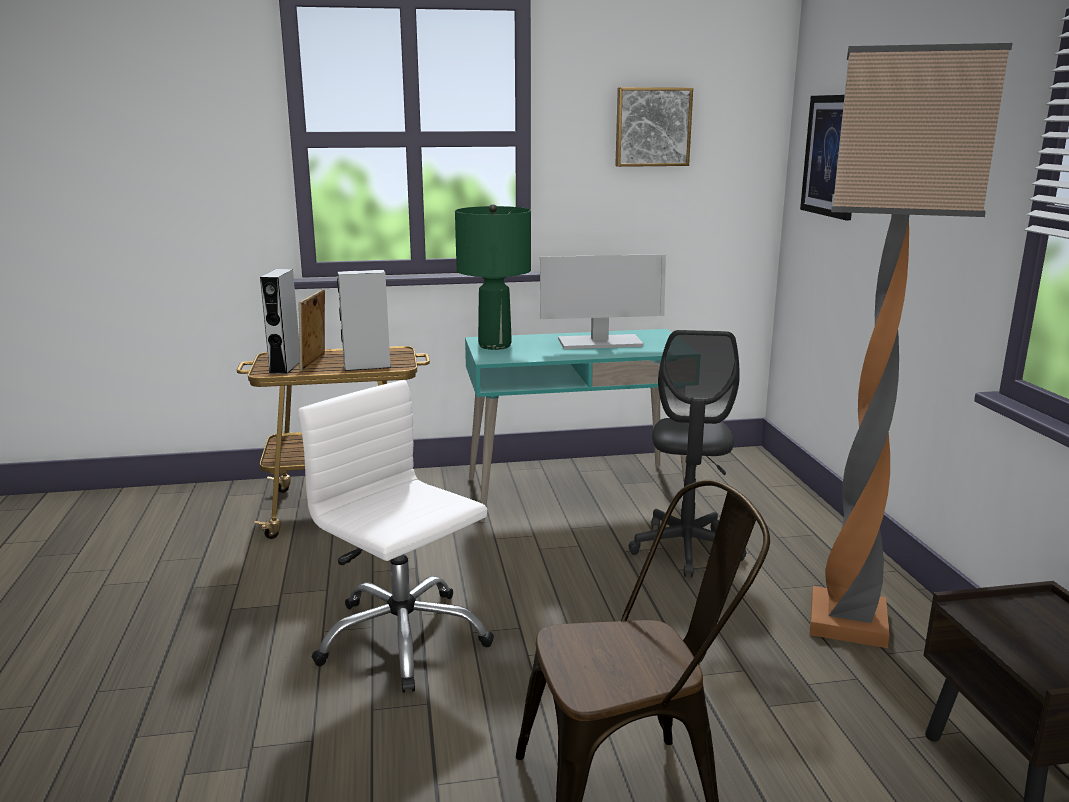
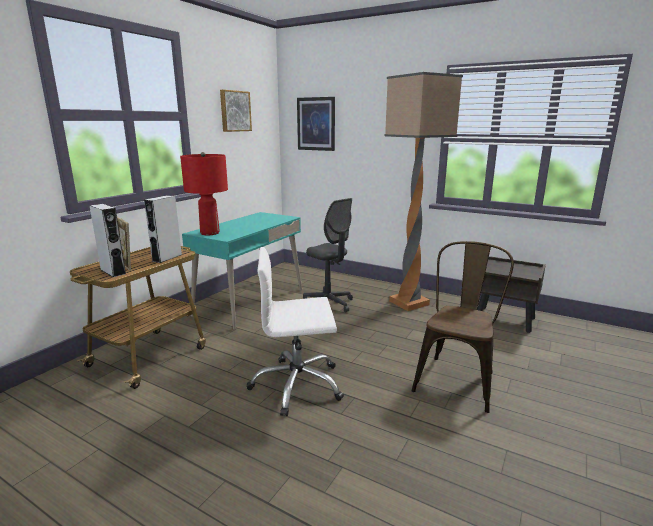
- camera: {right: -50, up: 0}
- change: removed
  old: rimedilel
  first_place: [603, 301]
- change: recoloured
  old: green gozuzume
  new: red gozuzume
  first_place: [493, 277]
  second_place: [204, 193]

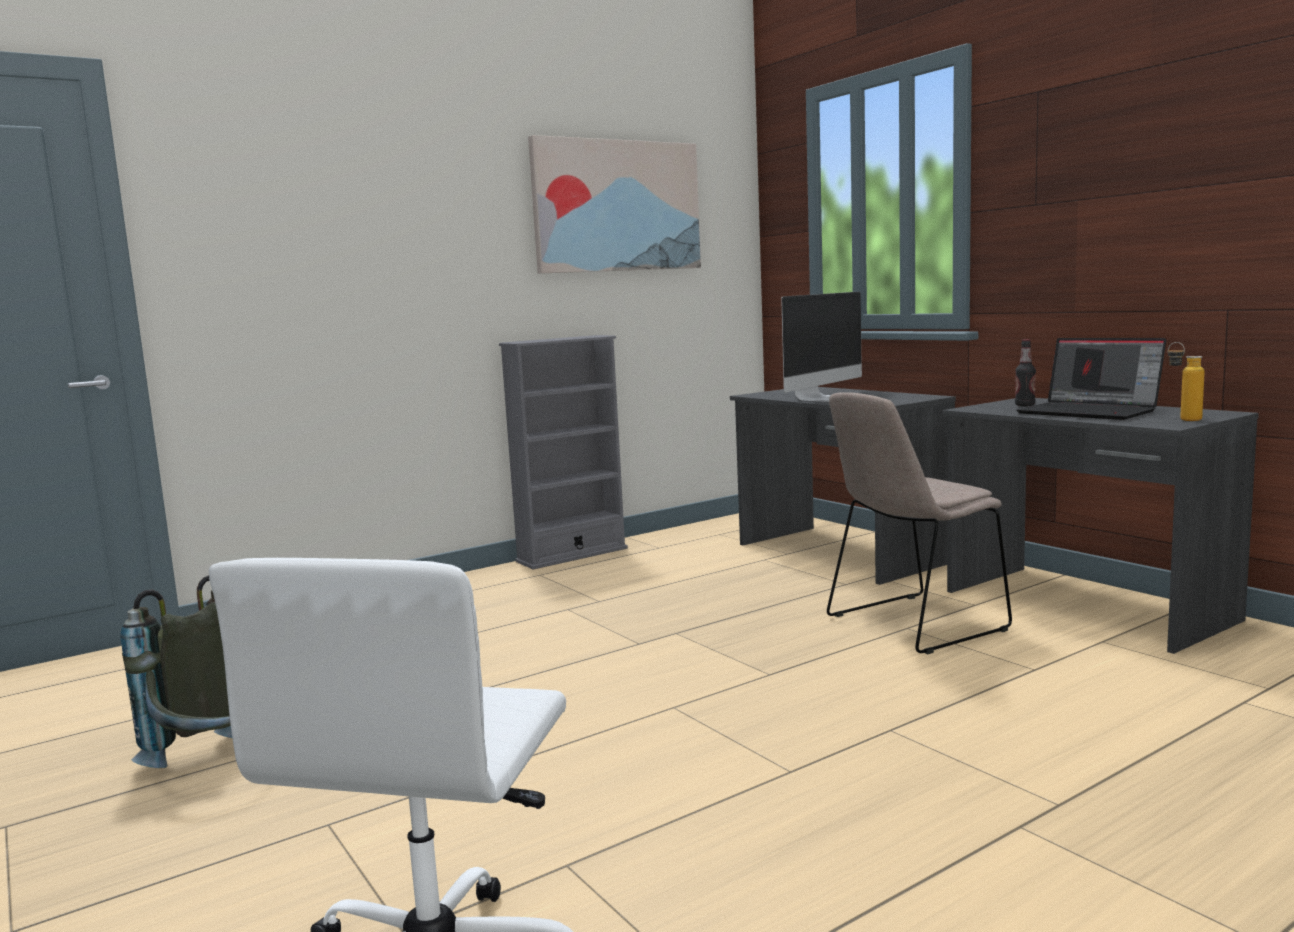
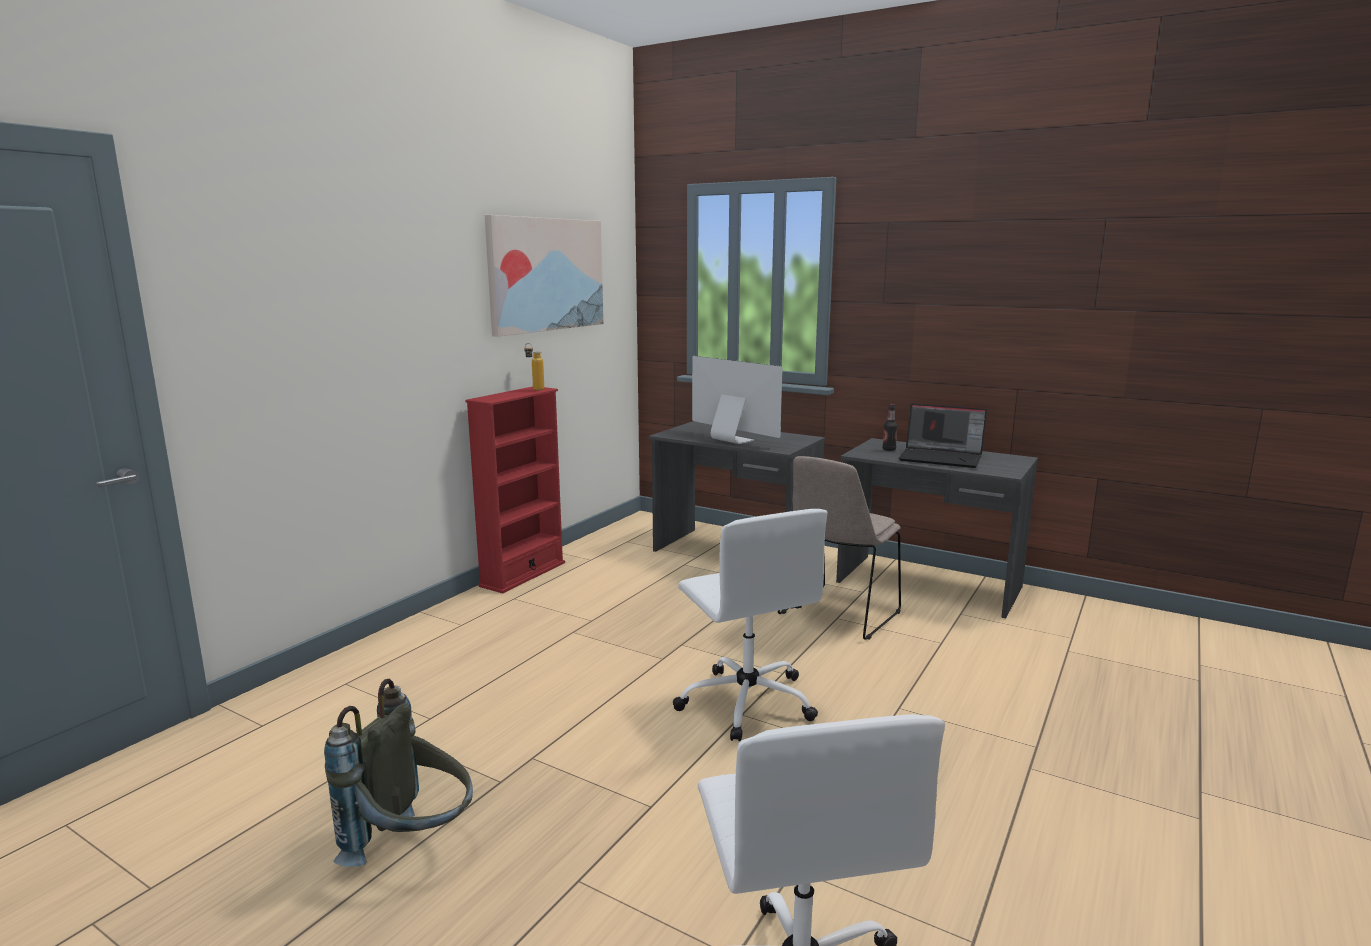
- camera: {right: -25, up: 5}
- change: added
  new: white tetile
  second_place: [750, 625]
- change: moved
  old: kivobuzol
  first_place: [1186, 381]
  second_place: [534, 366]
- change: recoloured
  old: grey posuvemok
  new: red posuvemok
  first_place: [563, 452]
  second_place: [515, 490]
- change: turned
  old: rimedilel
  first_place: [821, 346]
  second_place: [737, 400]
  degrees: -60

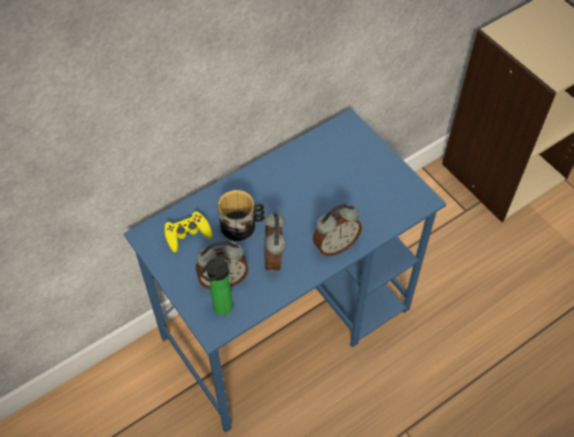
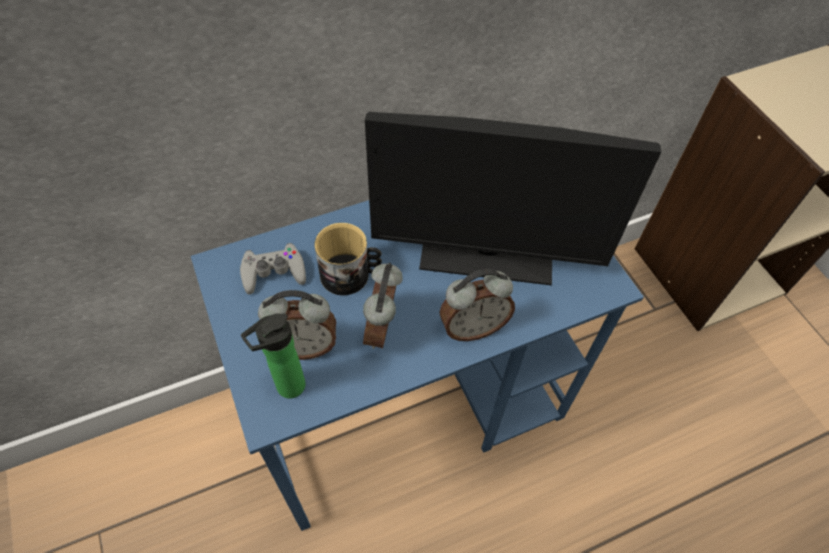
- camera: {right: 10, up: 0}
- change: added
  new: rimedilel
  second_place: [513, 198]
- change: recoloured
  old: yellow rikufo
  new: grey rikufo
  first_place: [188, 231]
  second_place: [273, 269]

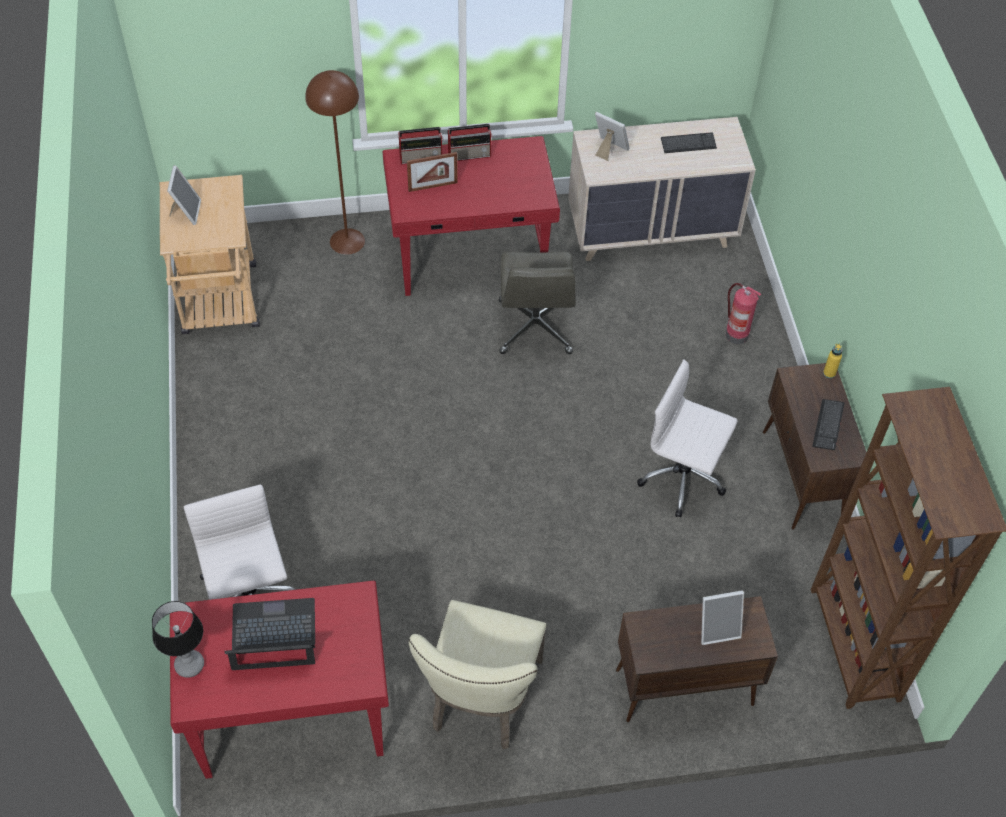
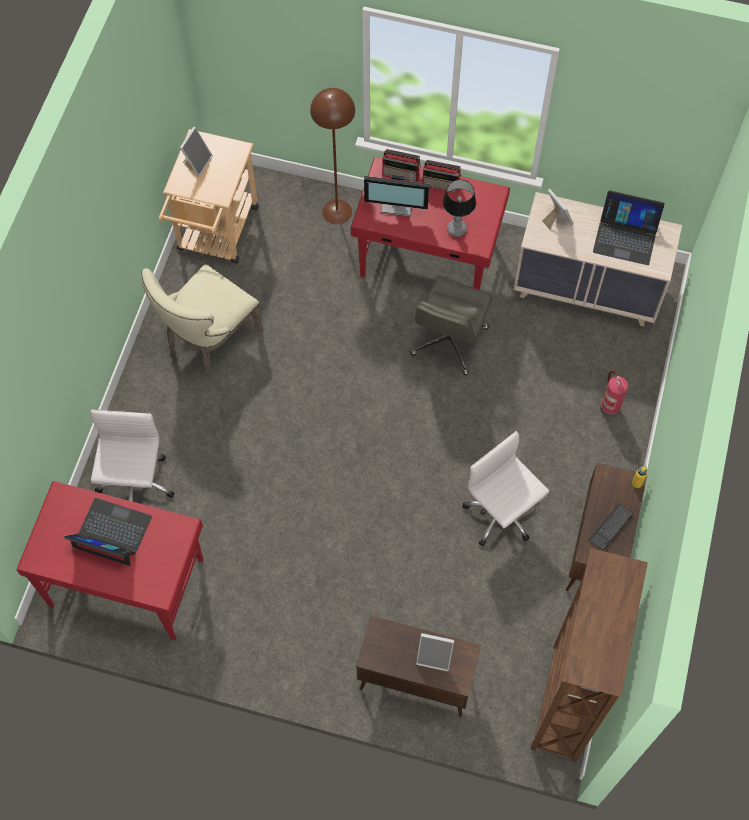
- camera: {right: 25, up: 10}
- change: moved
  old: gozuzume
  first_place: [178, 639]
  second_place: [459, 208]
- change: moved
  old: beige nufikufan
  first_place: [478, 674]
  second_place: [202, 320]
- change: replaced
  old: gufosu
  new: rimedilel
  first_place: [432, 172]
  second_place: [396, 196]
- change: replaced
  old: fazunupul
  new: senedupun
  first_place: [689, 142]
  second_place: [629, 227]

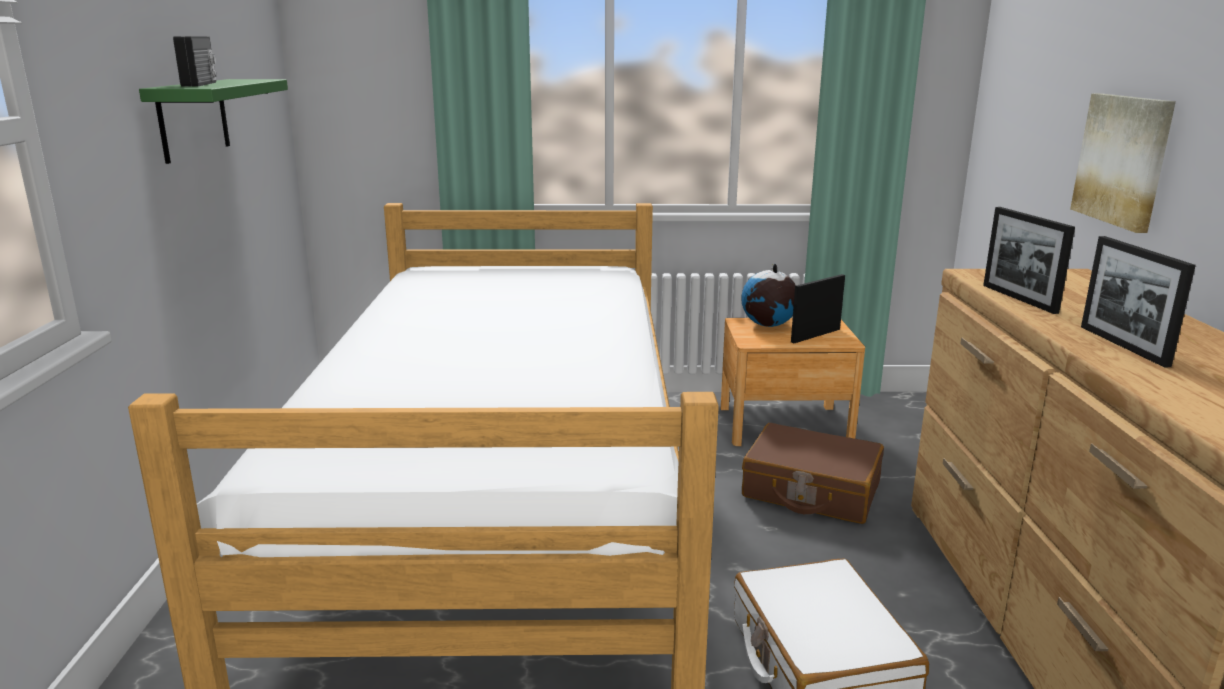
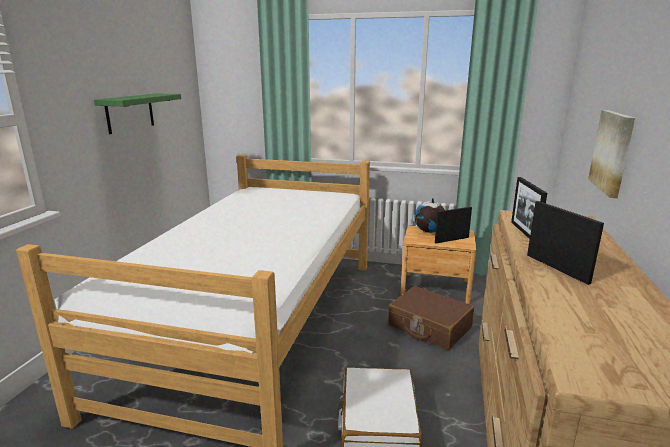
- camera: {right: 15, up: 0}
- change: removed
  old: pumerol
  first_place: [195, 61]
- change: turned
  old: gufosu
  first_place: [1138, 302]
  second_place: [565, 243]
  degrees: 150

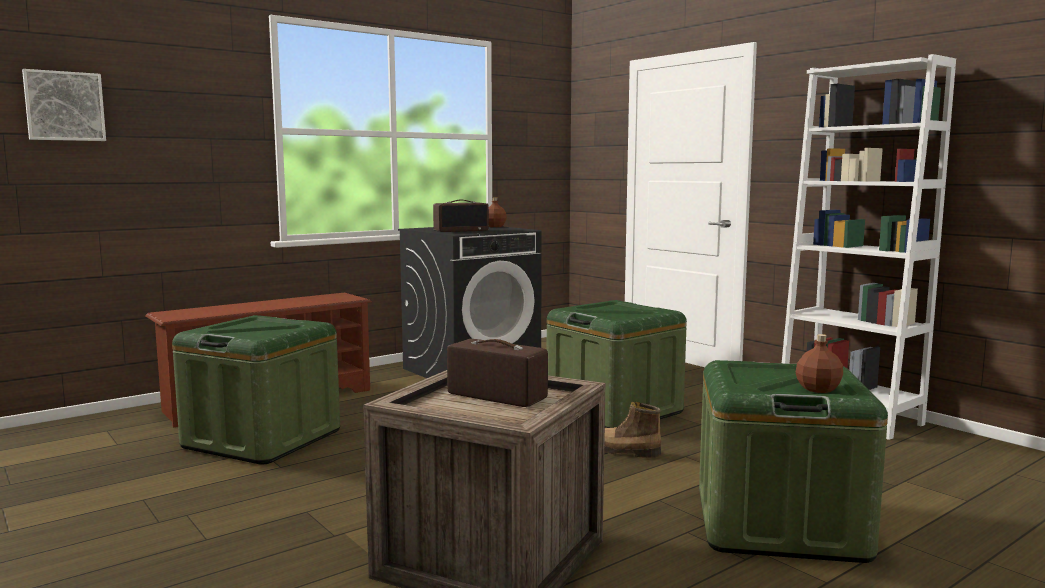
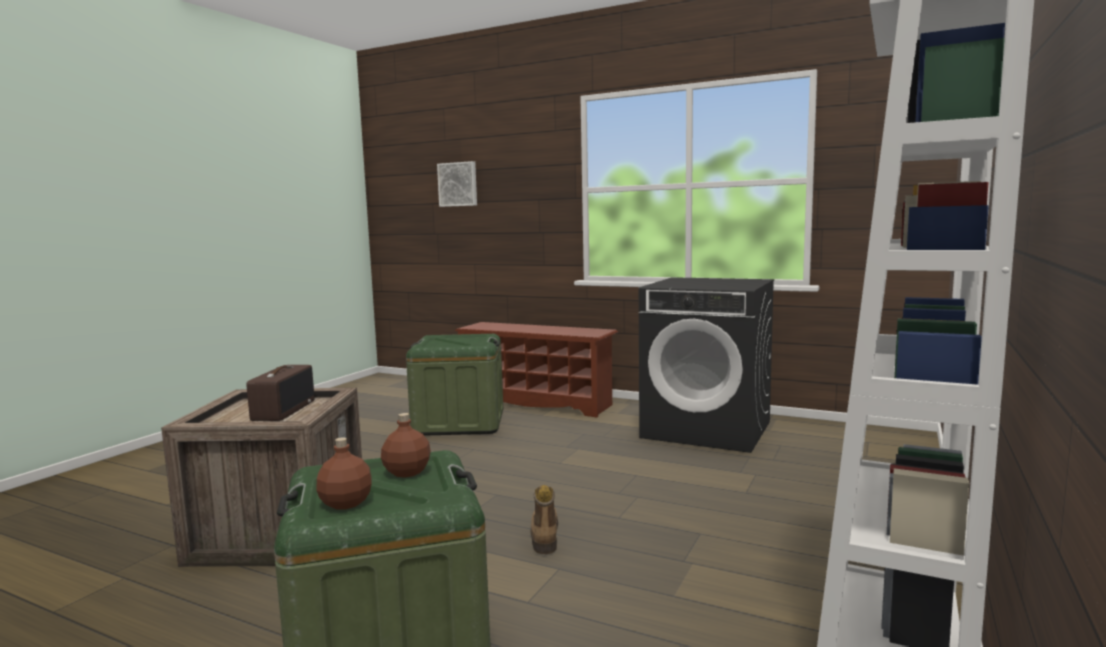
- camera: {right: 65, up: 0}
- change: removed
  old: pumerol
  first_place: [461, 216]
- change: removed
  old: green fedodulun
  first_place: [617, 364]
- change: moved
  old: brown kivobuzol
  first_place: [498, 212]
  second_place: [406, 445]

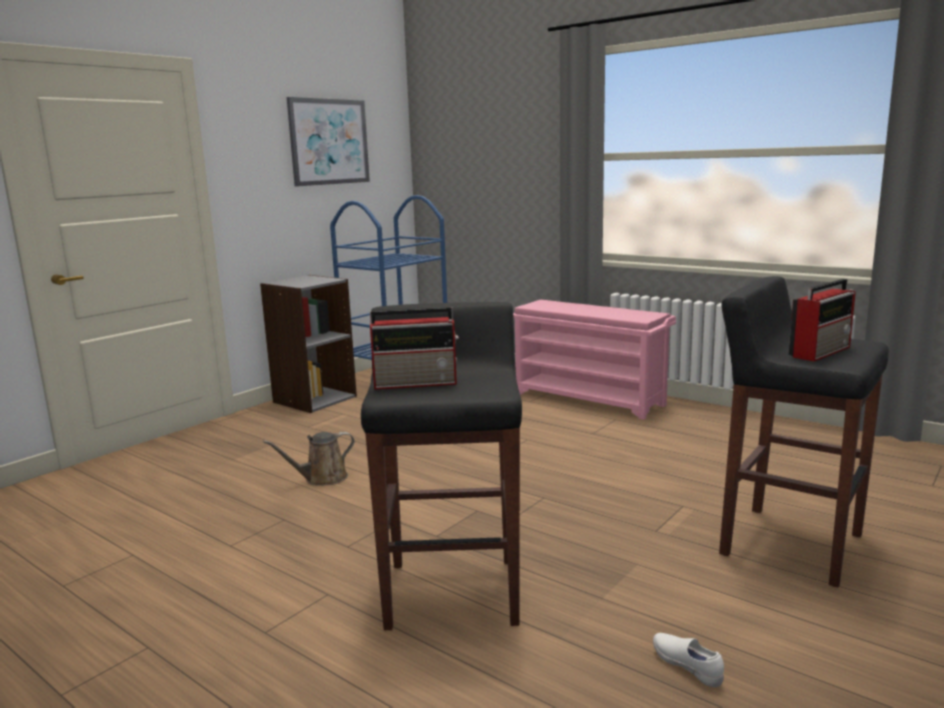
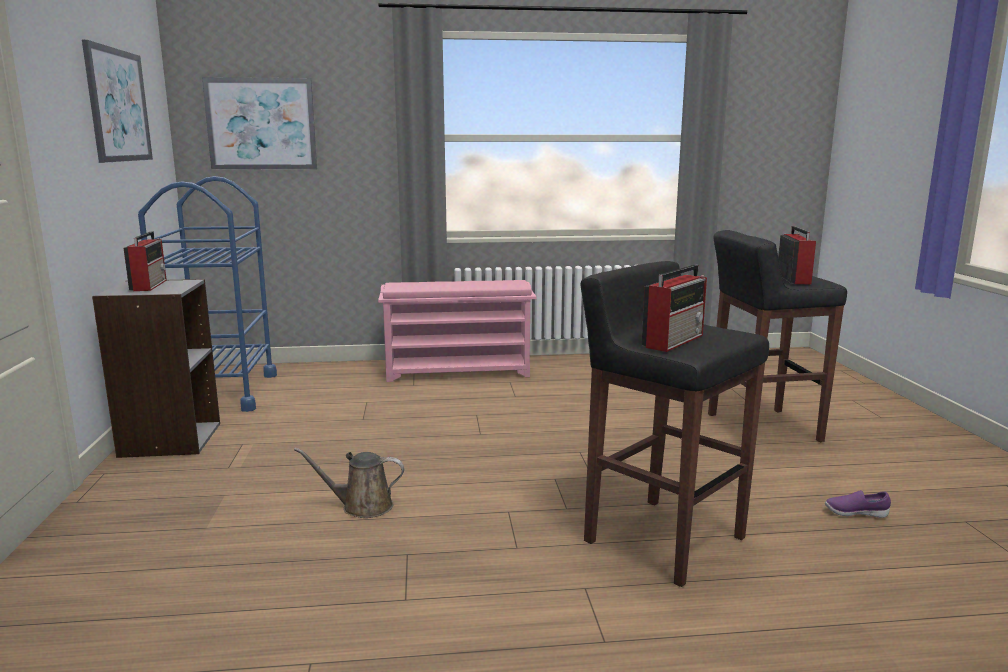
- camera: {right: -45, up: 0}
- change: added
  new: pumerol
  second_place: [145, 261]
- change: added
  new: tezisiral
  second_place: [259, 123]
- change: recoloured
  old: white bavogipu
  new: purple bavogipu
  first_place: [688, 660]
  second_place: [858, 504]
- change: turned
  old: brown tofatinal
  first_place: [308, 459]
  second_place: [349, 482]
  degrees: 75

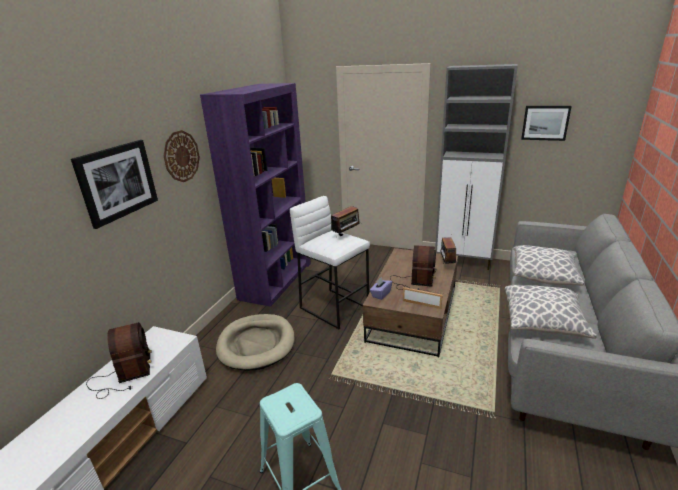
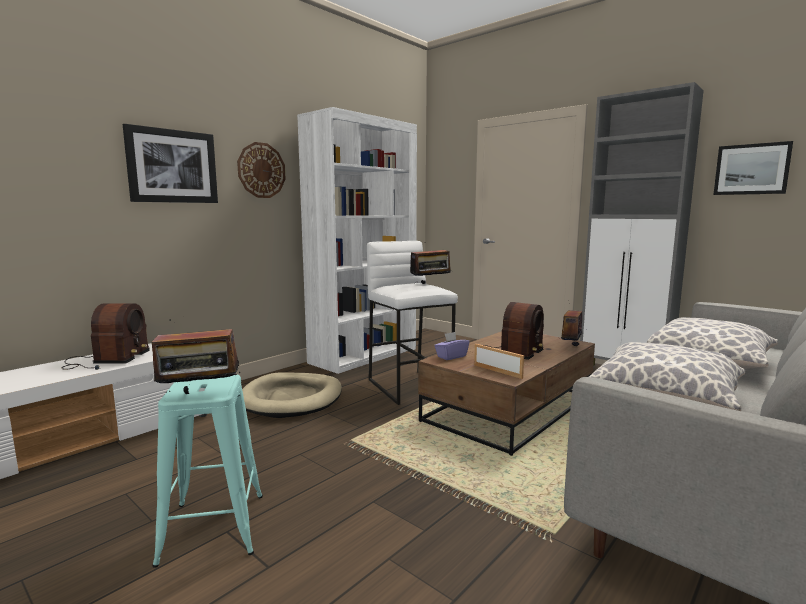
- camera: {right: 20, up: -15}
- change: added
  new: pumerol
  second_place: [196, 356]
- change: recoloured
  old: purple posuvemok
  new: white posuvemok
  first_place: [255, 195]
  second_place: [357, 240]

